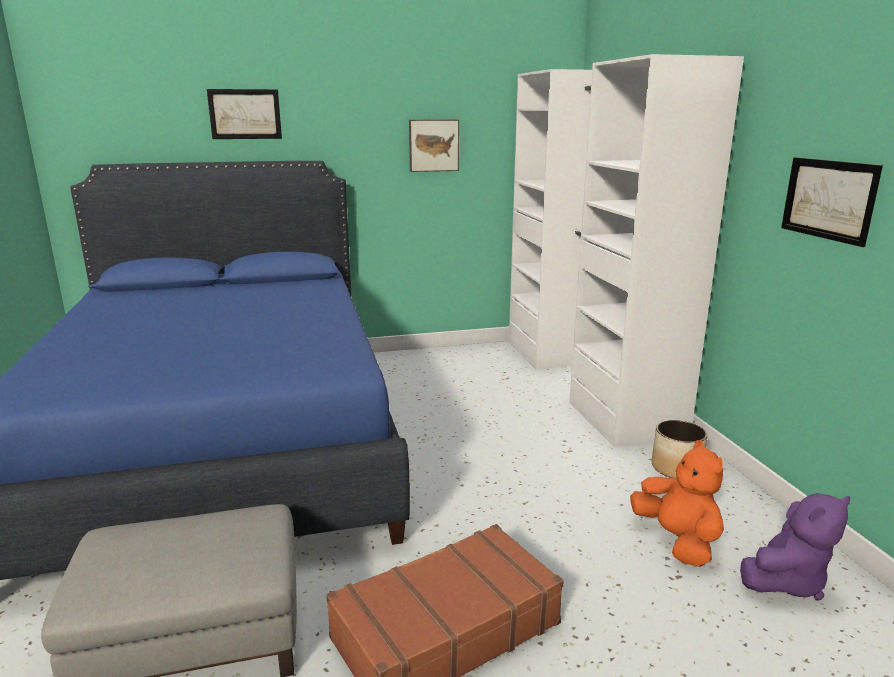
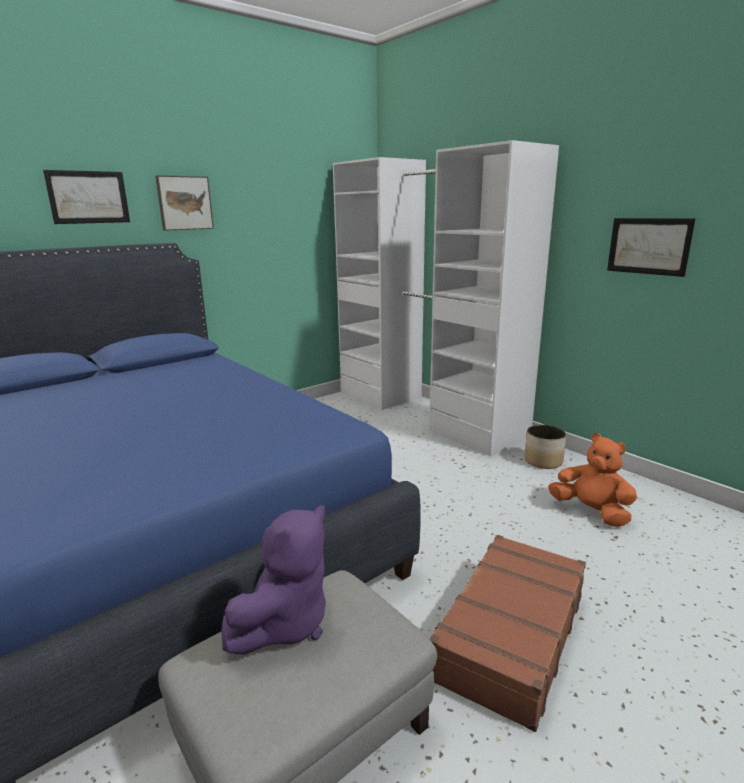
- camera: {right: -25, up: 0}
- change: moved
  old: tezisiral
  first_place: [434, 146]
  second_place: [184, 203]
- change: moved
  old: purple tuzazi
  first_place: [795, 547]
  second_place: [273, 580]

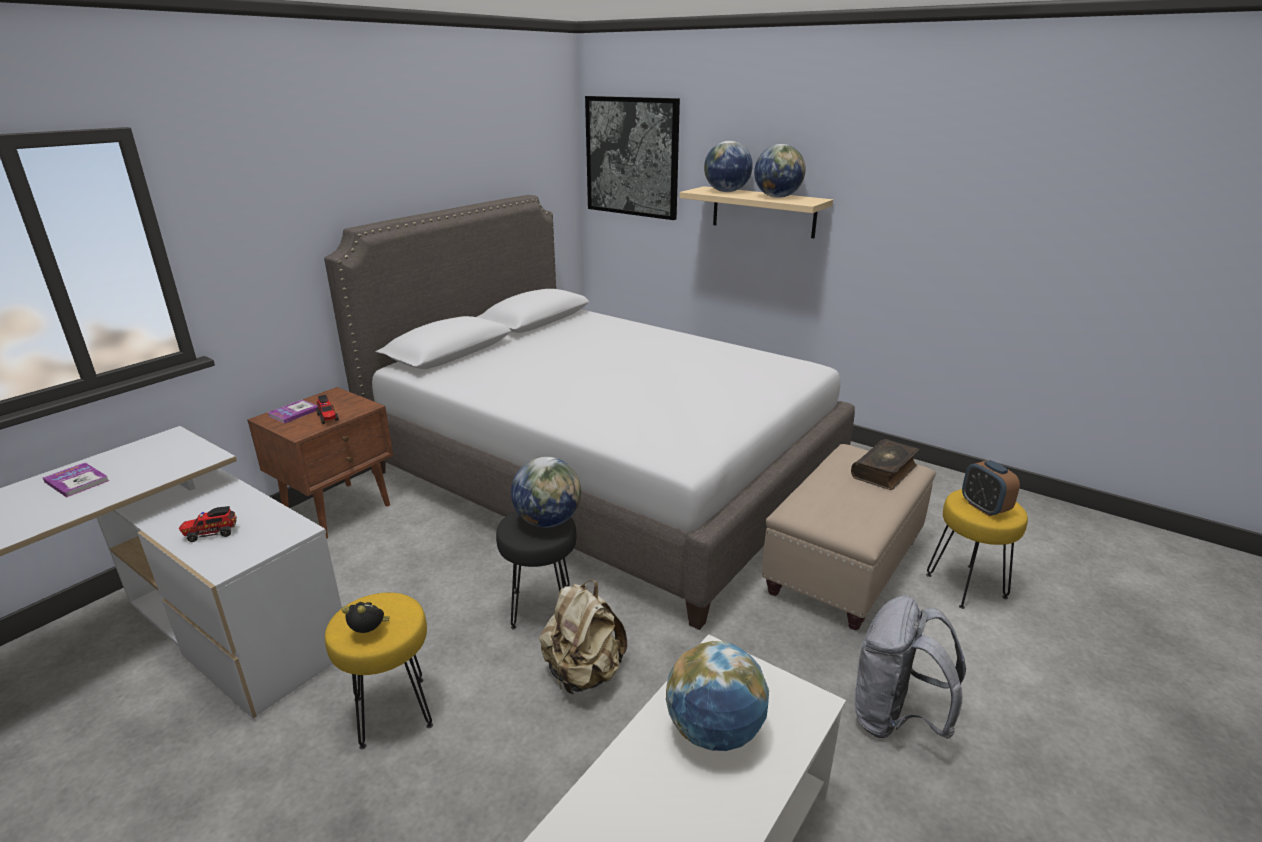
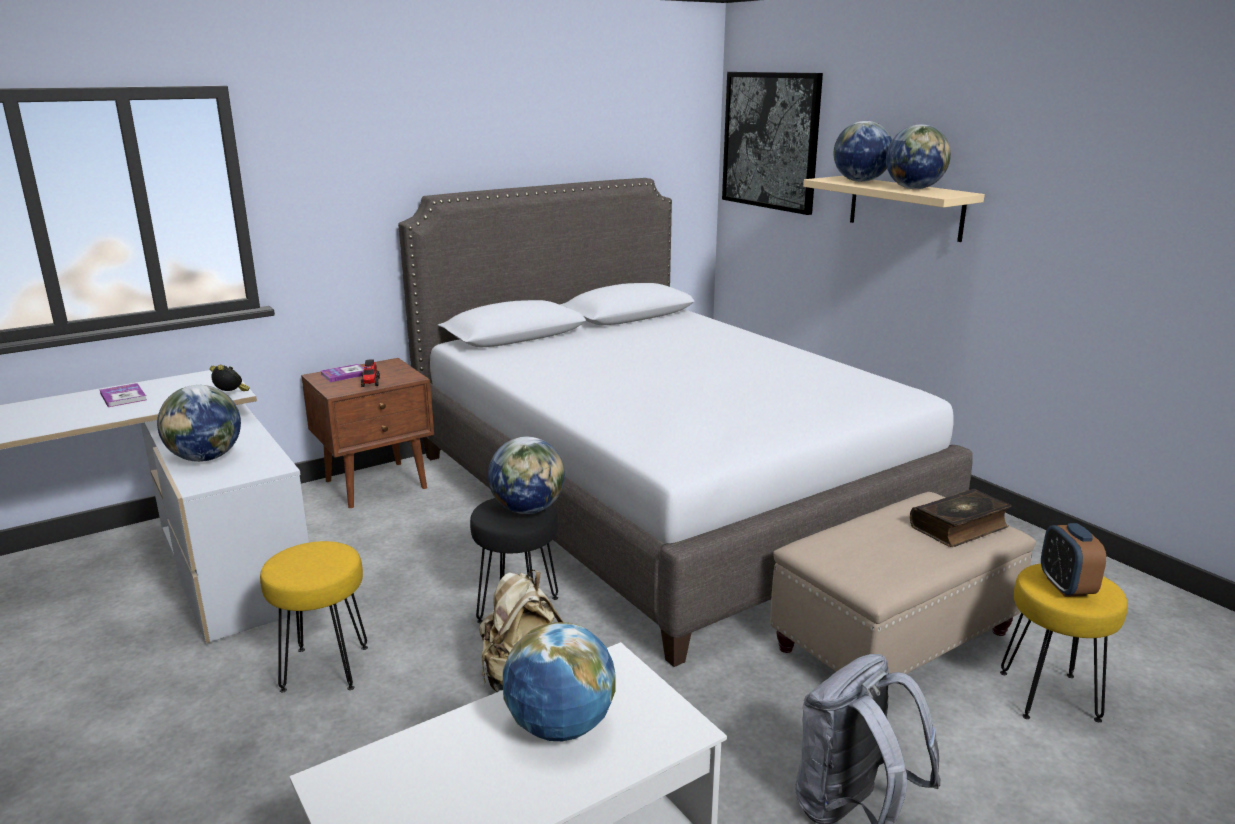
- camera: {right: 20, up: -5}
- change: moved
  old: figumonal
  first_place: [366, 617]
  second_place: [230, 378]
- change: replaced
  old: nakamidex
  new: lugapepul
  first_place: [208, 524]
  second_place: [199, 423]

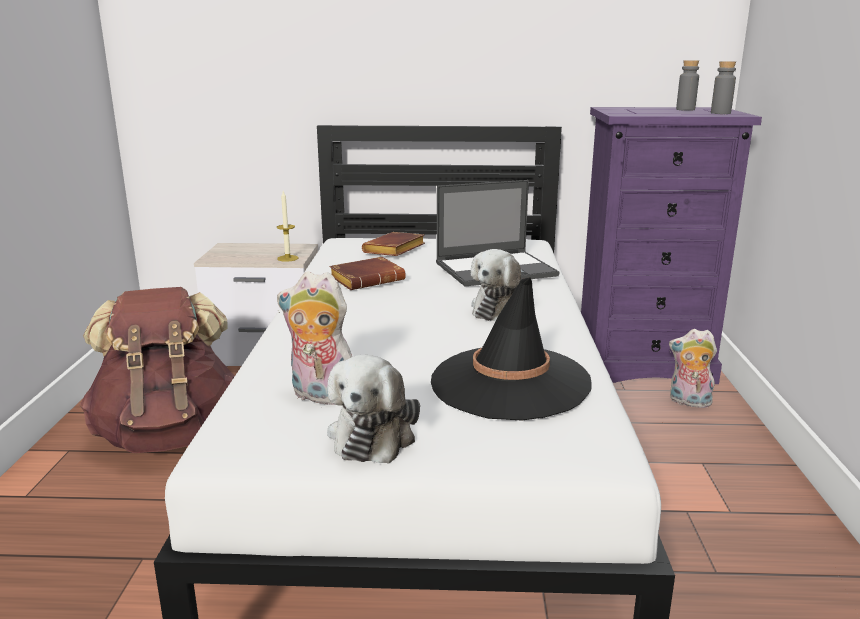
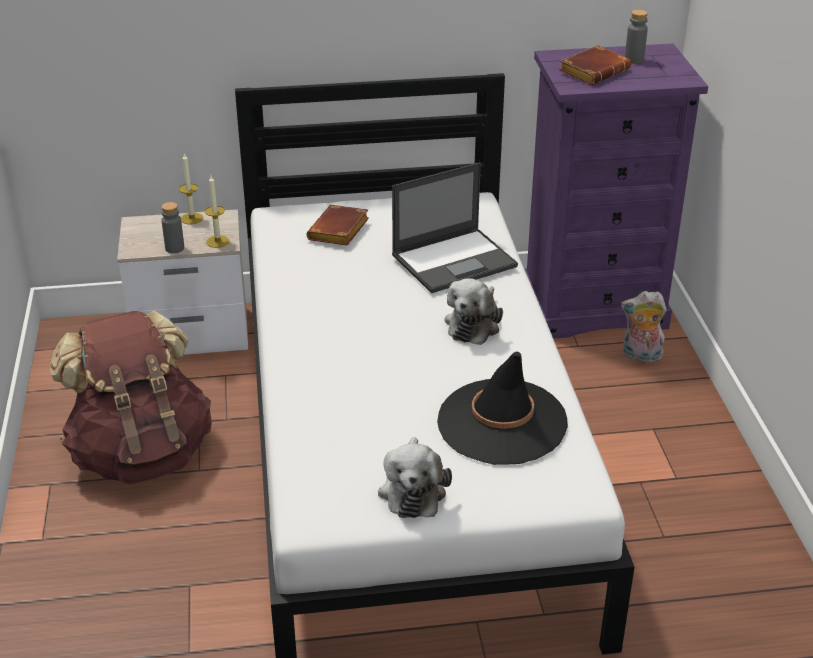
- camera: {right: -10, up: 15}
- change: removed
  old: tuzazi
  first_place: [314, 338]
- change: added
  new: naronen
  second_place: [191, 188]
- change: moved
  old: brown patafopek
  first_place: [367, 273]
  second_place: [595, 65]
- change: moved
  old: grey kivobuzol
  first_place: [723, 87]
  second_place: [172, 227]

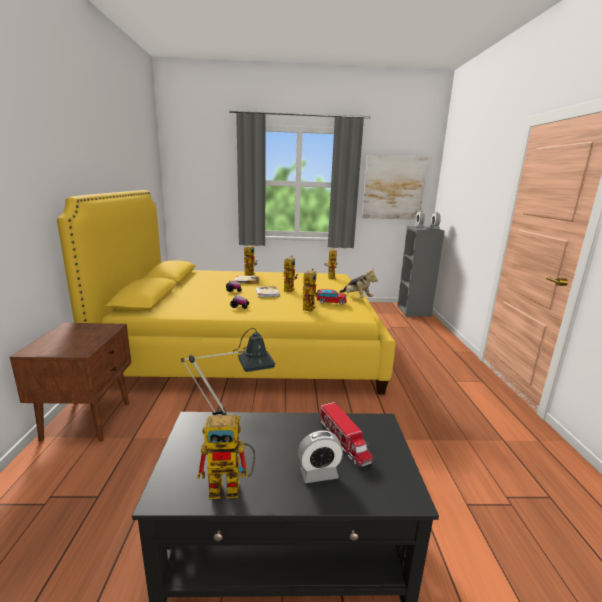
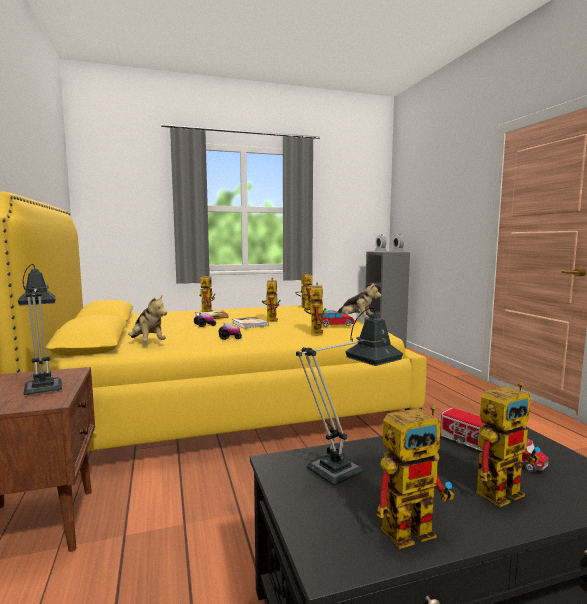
- camera: {right: -15, up: -10}
- change: removed
  old: tezisiral
  first_place: [395, 187]
- change: added
  new: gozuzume
  second_place: [40, 329]
- change: added
  new: tuzazi
  second_place: [147, 318]
- change: replaced
  old: figumonal
  new: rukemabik
  first_place: [320, 457]
  second_place: [508, 444]

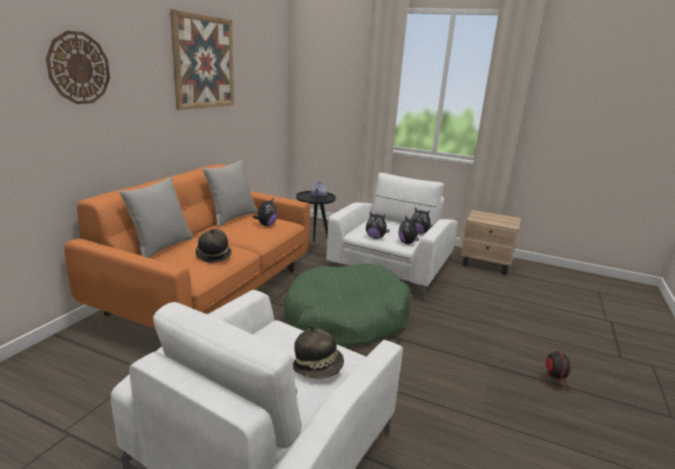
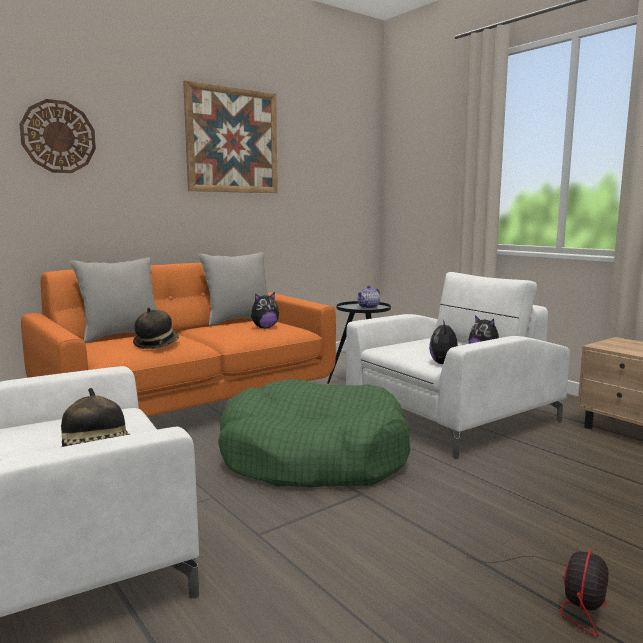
- camera: {right: 30, up: -10}
- change: removed
  old: tuzazi
  first_place: [378, 225]

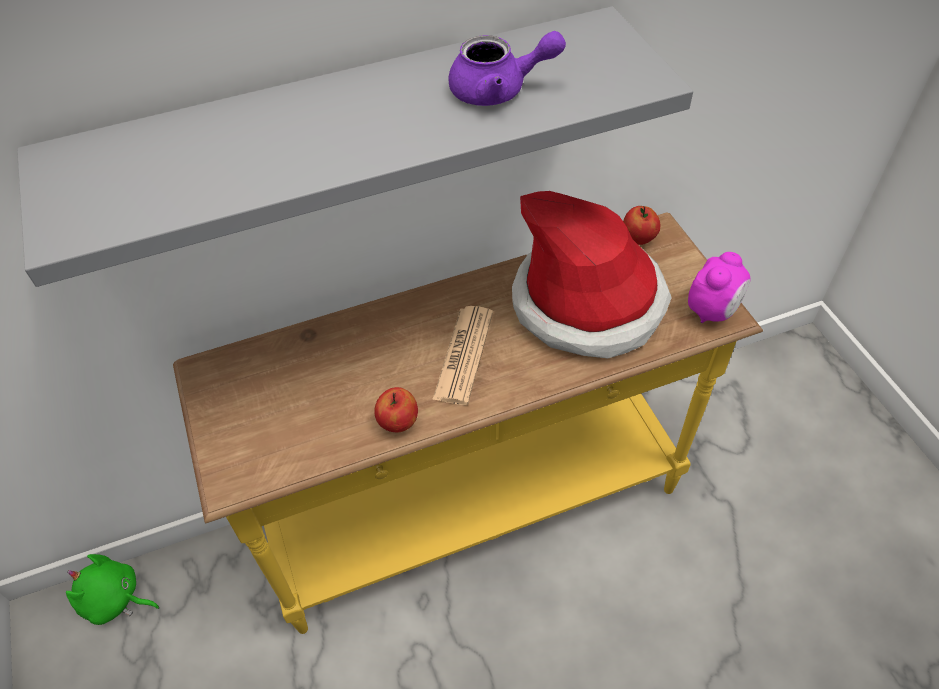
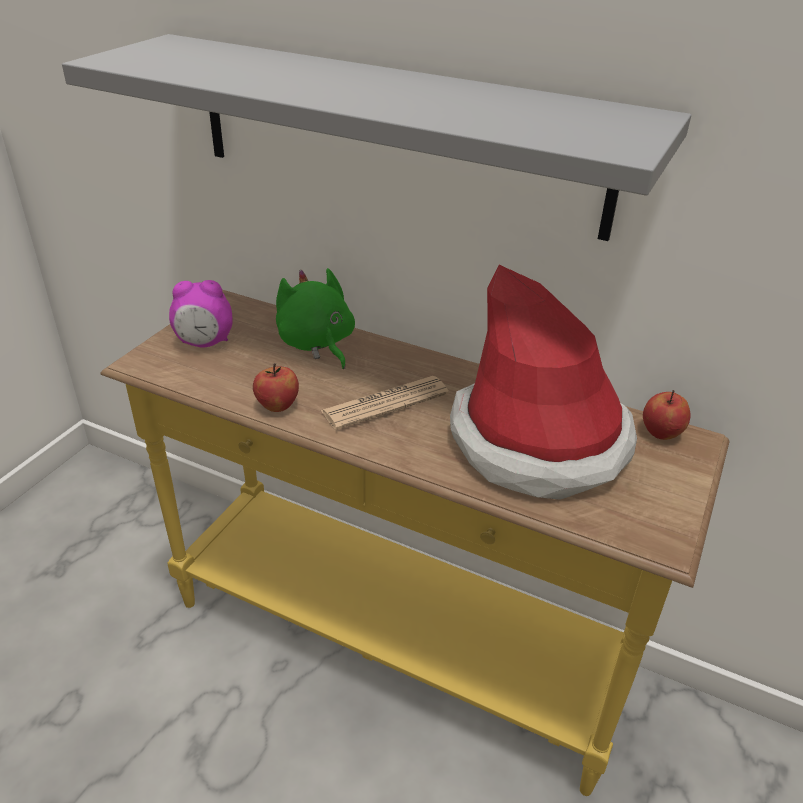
- camera: {right: 45, up: -15}
- change: removed
  old: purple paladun
  first_place: [507, 68]
- change: moved
  old: green tuzazi
  first_place: [113, 589]
  second_place: [315, 318]
- change: moved
  old: figumonal
  first_place: [719, 287]
  second_place: [200, 313]

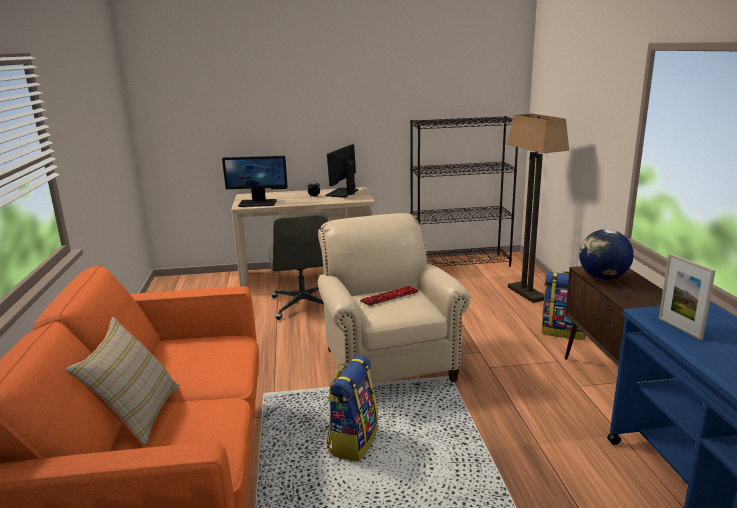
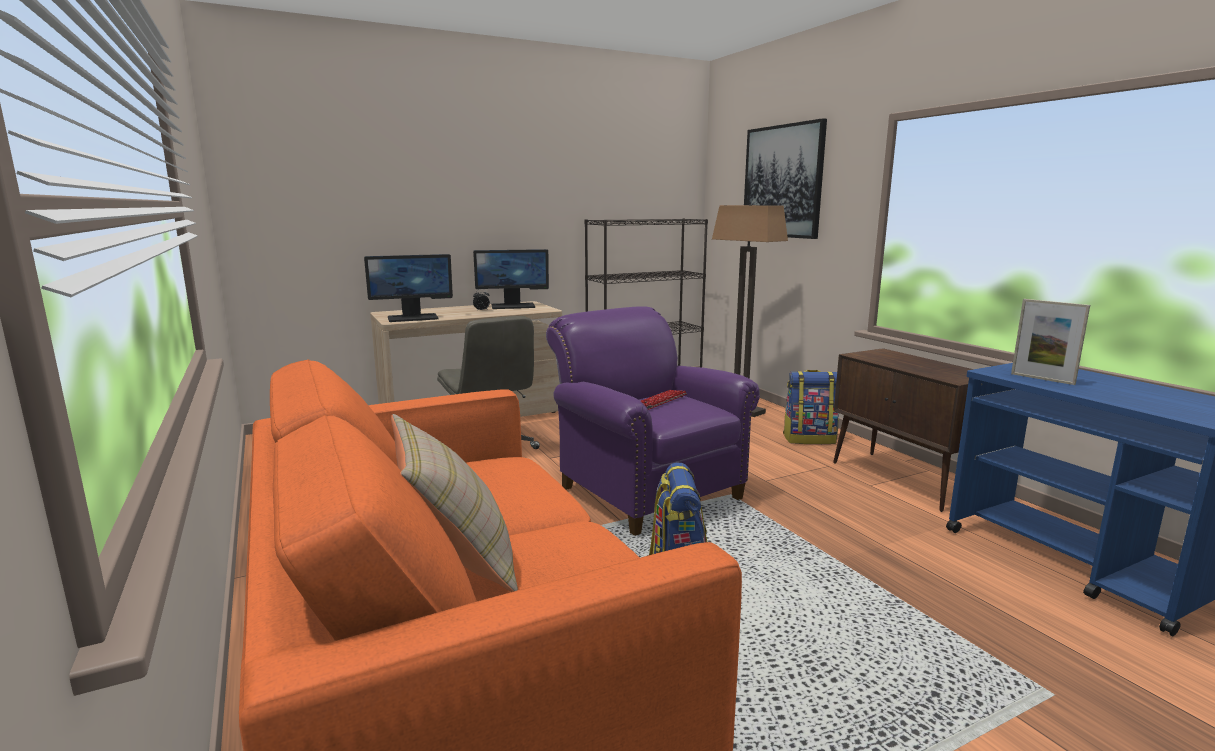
- camera: {right: -20, up: -5}
- change: removed
  old: lugapepul
  first_place: [606, 254]
- change: added
  new: tezisiral
  second_place: [785, 178]
- change: recoloured
  old: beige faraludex
  new: purple faraludex
  first_place: [394, 298]
  second_place: [653, 421]
- change: turned
  old: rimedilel
  first_place: [342, 171]
  second_place: [511, 279]
  degrees: -105

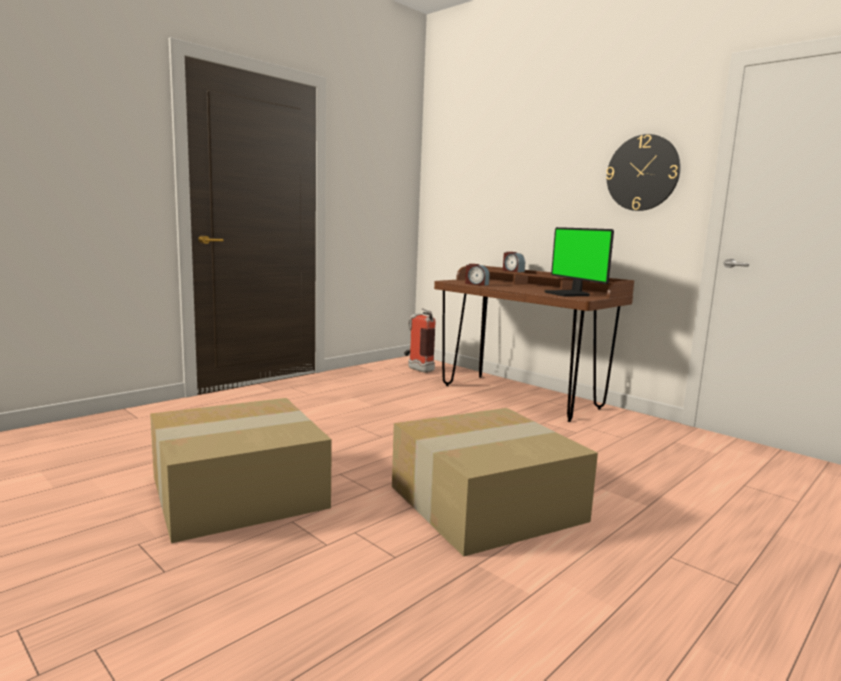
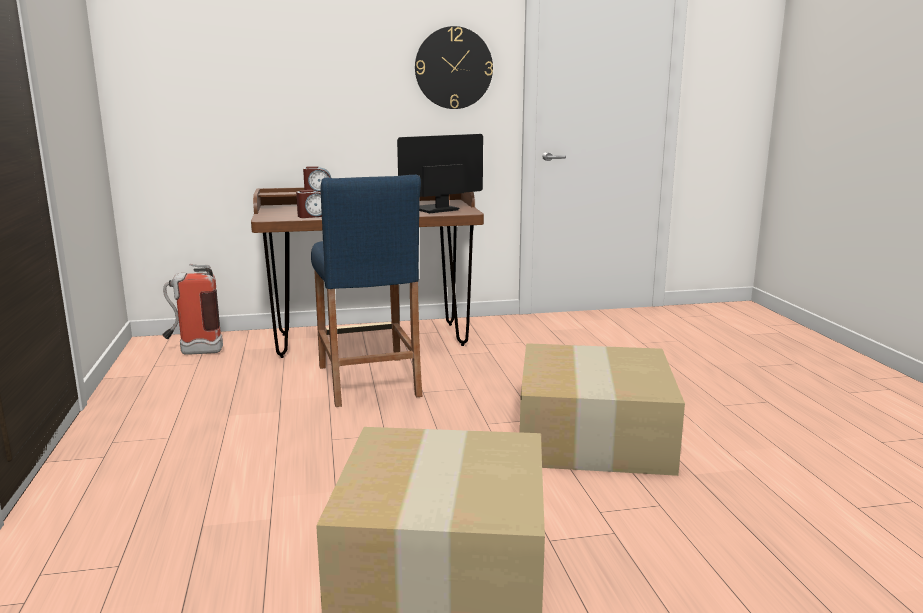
- camera: {right: -55, up: 5}
- change: added
  new: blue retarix
  second_place: [366, 291]
- change: turned
  old: rimedilel
  first_place: [579, 262]
  second_place: [440, 173]
  degrees: 135

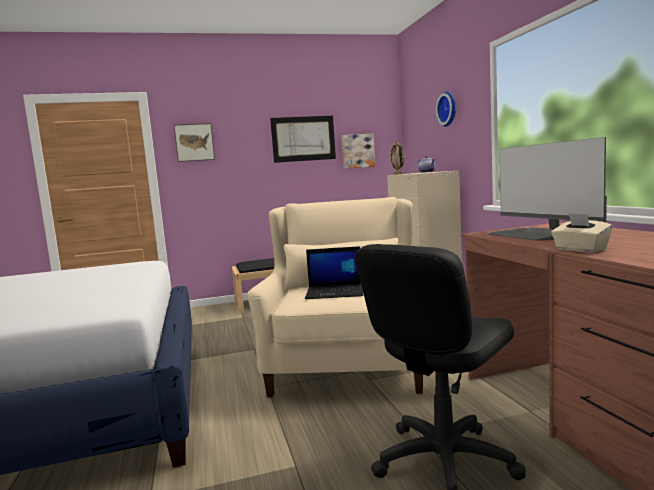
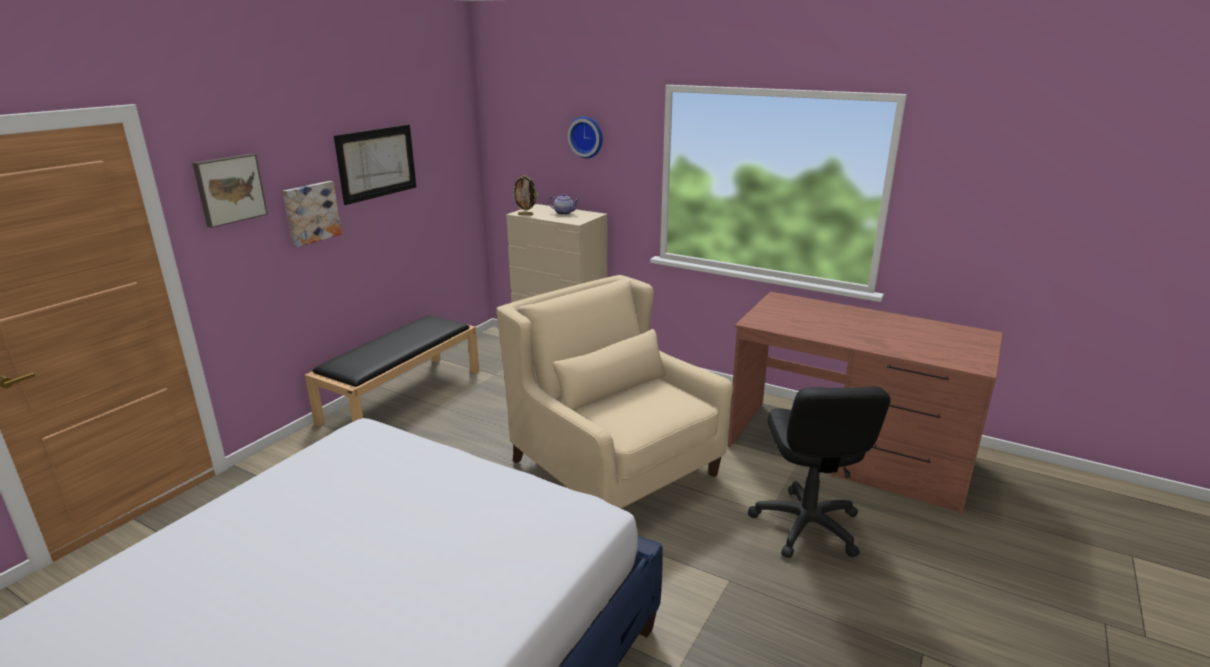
- camera: {right: -45, up: 15}
- change: removed
  old: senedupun
  first_place: [334, 272]
- change: removed
  old: rimedilel
  first_place: [547, 189]
- change: removed
  old: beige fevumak
  first_place: [581, 232]
- change: moved
  old: tezisiral
  first_place: [358, 151]
  second_place: [312, 214]

